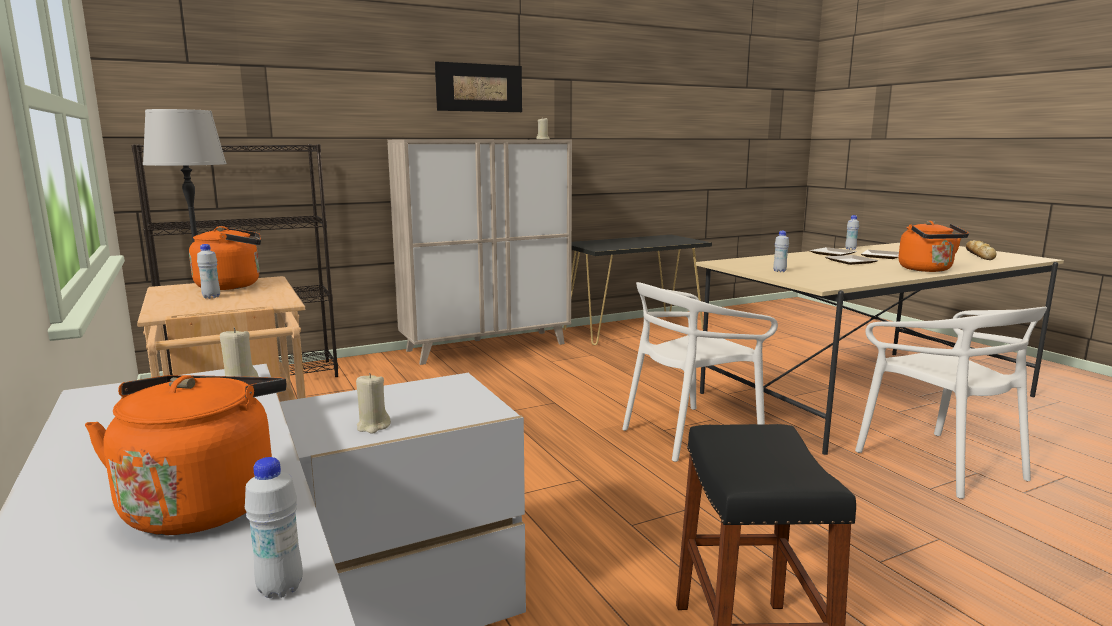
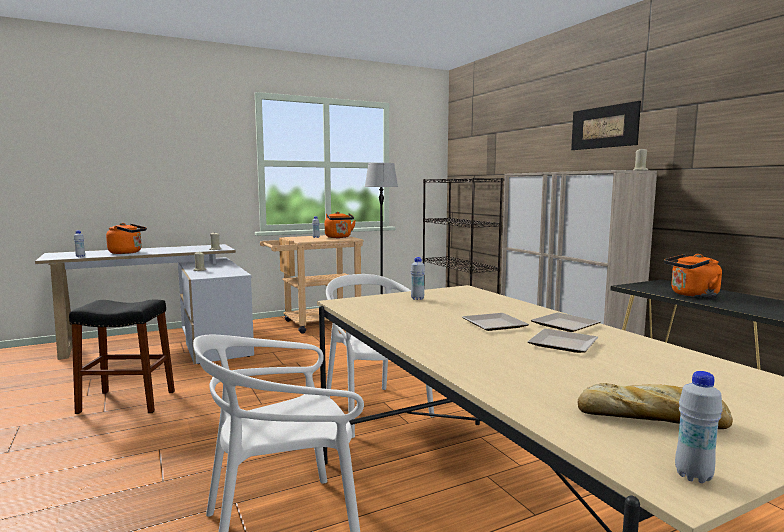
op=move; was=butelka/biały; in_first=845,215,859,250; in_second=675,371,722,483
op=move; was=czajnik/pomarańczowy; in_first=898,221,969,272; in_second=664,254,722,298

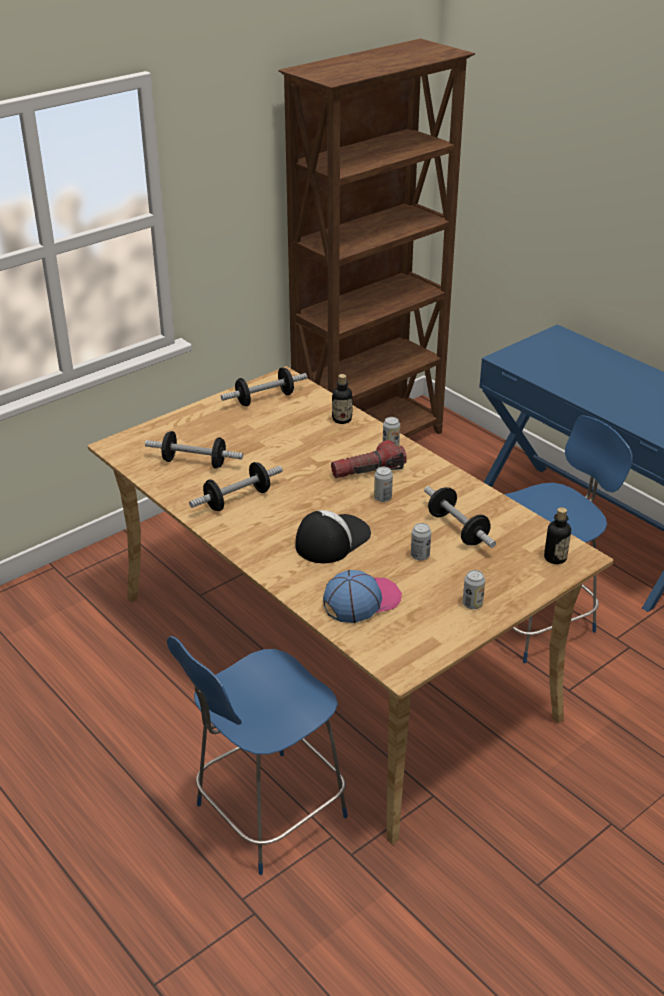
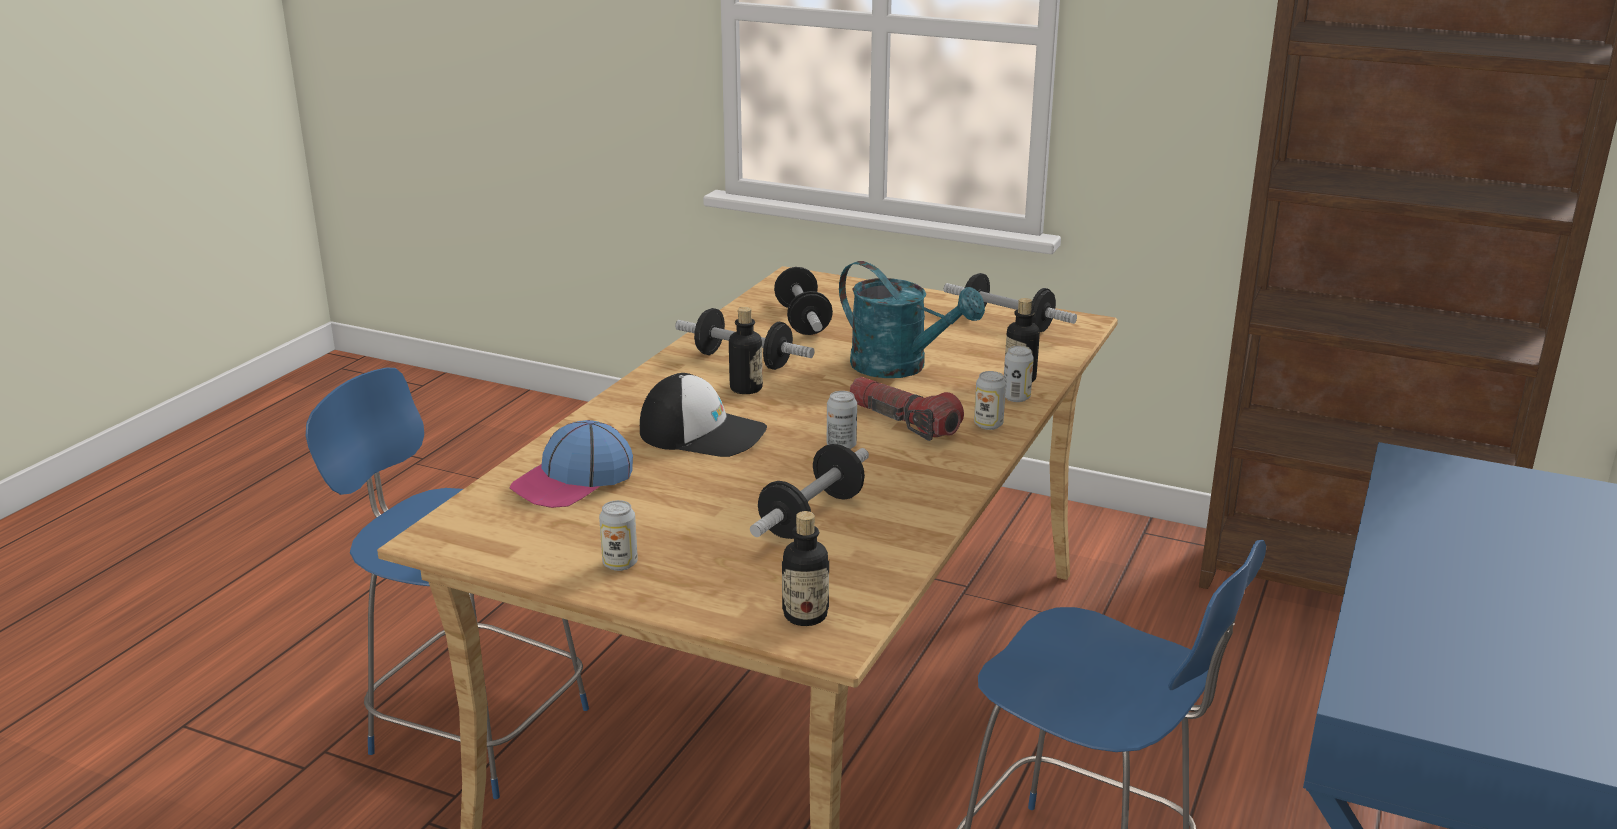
op=insert; now=butelka; in_second=729,307,763,394
op=insert; now=konewka/turkusowy; in_second=839,261,985,378
op=move; was=puszka; in_first=411,523,431,561; in_second=1004,346,1034,402
op=rotate; was=czapka z daszkiem; in_first=323,570,402,623; in_second=509,420,633,508; clockwise=105

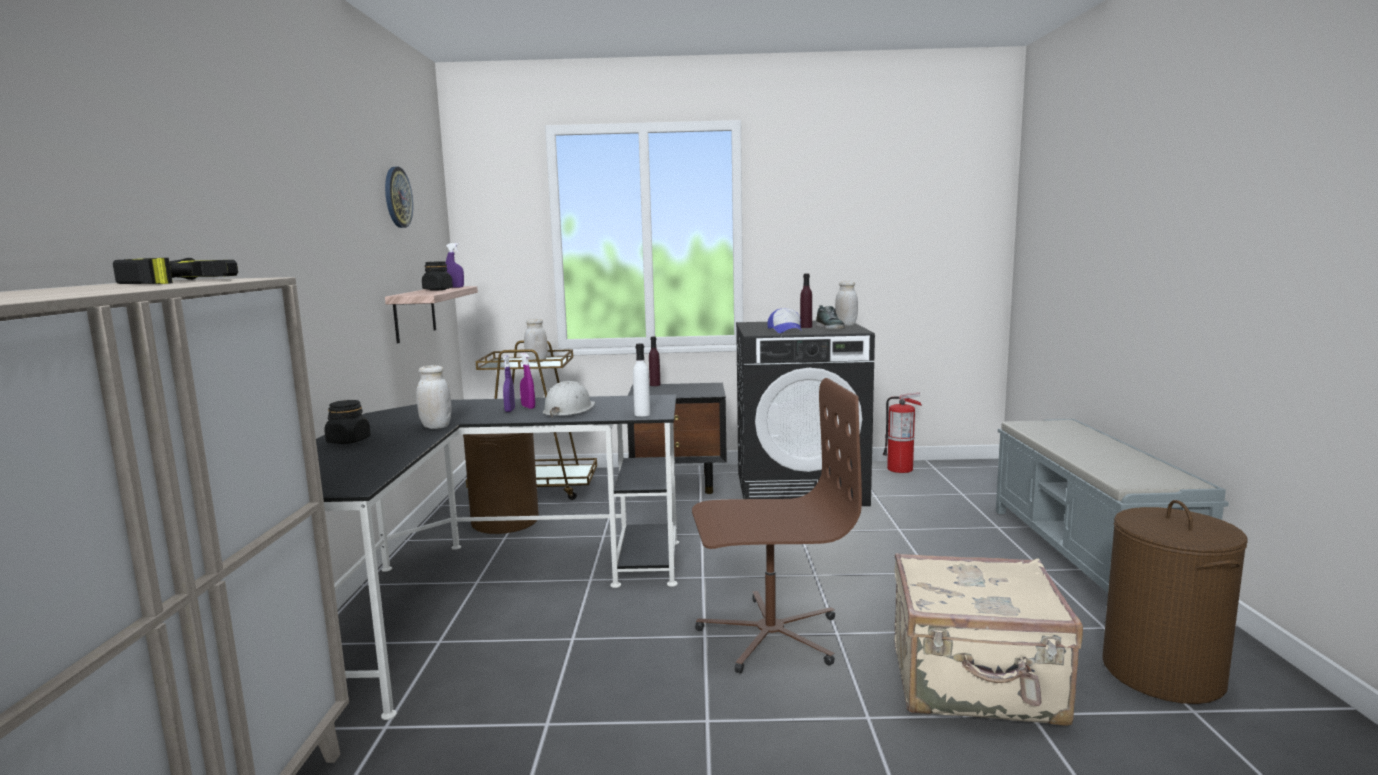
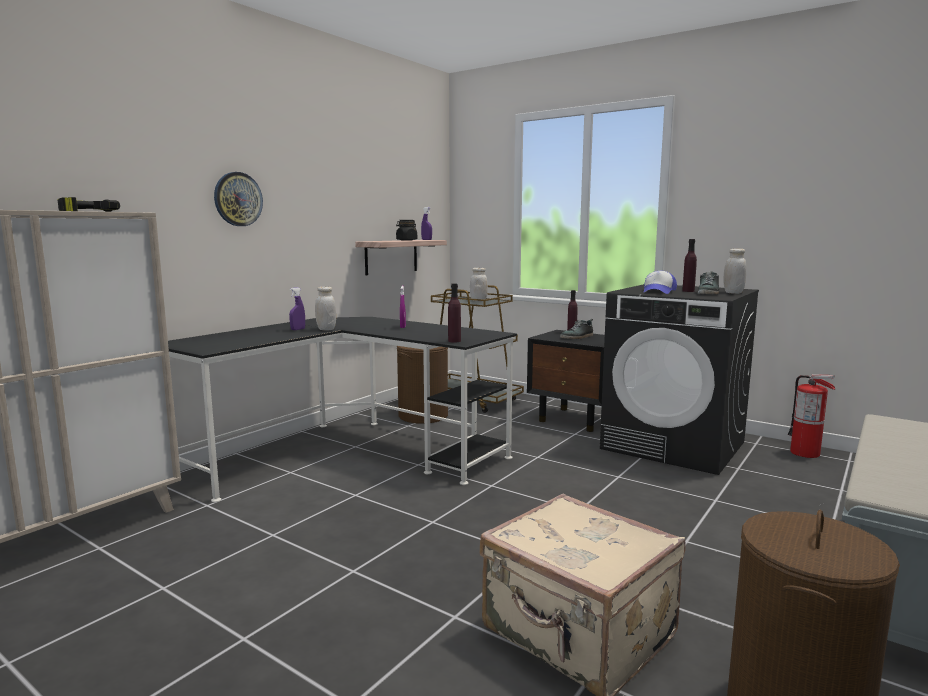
op=delete; was=słoik/czarny; in_first=324,400,371,444
op=delete; was=kask/biały; in_first=543,381,596,418
op=delete; was=krzesło biurowe/brązowy; in_first=692,378,862,674
op=insert; now=but; in_second=560,319,593,339
op=move; was=zegar ścienny; in_first=385,167,413,228; in_second=214,172,263,226
op=move; was=spryskiwacz/fioletowy; in_first=503,355,515,412; in_second=289,287,305,330
op=recolor; was=butelka/biały; now=butelka/fioletowy; in_first=633,343,650,416; in_second=448,283,461,343

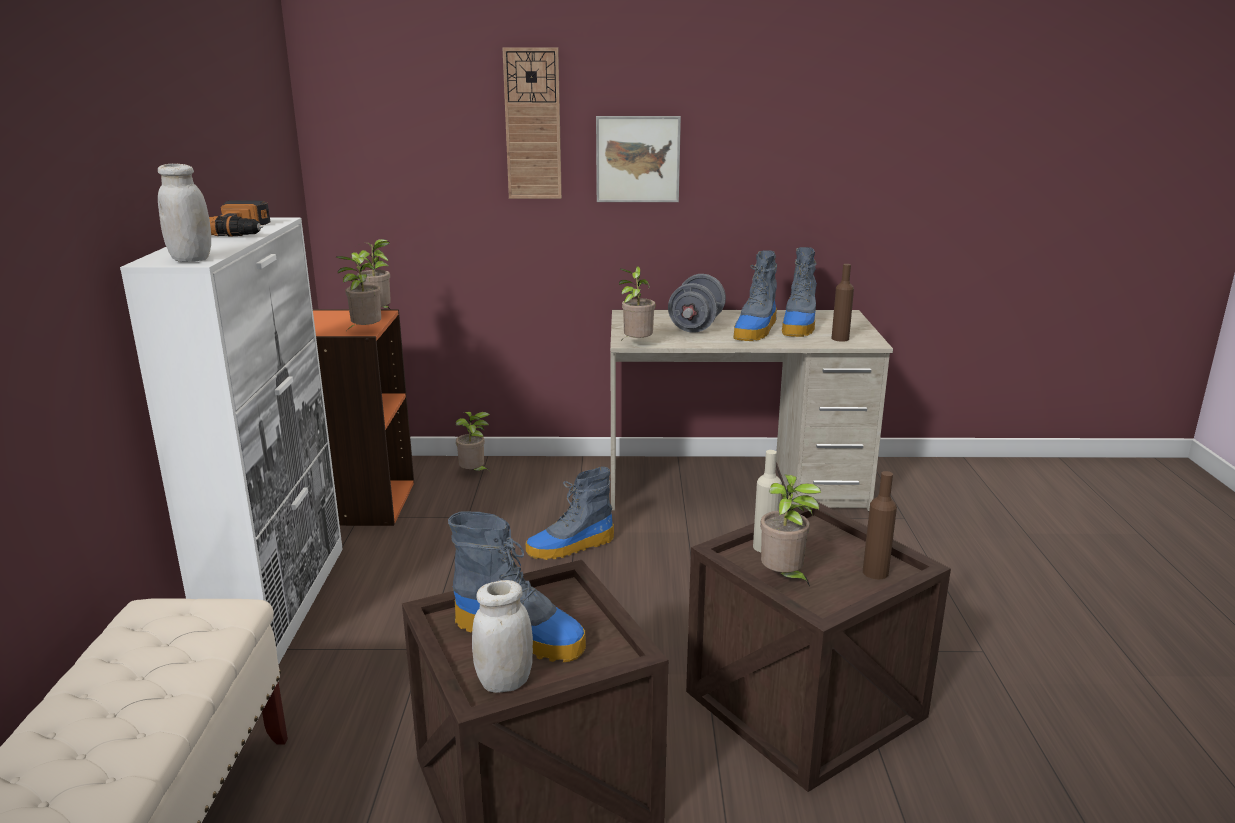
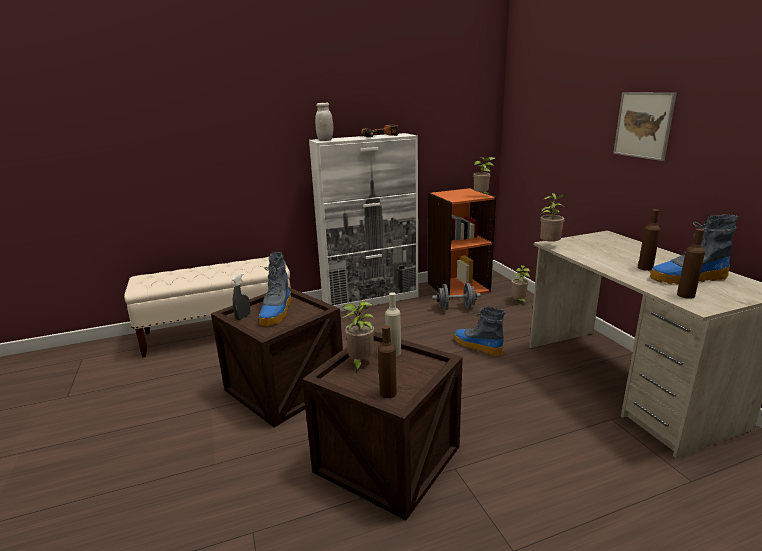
op=delete; was=roślina doniczkowa; in_first=335,252,381,329
op=delete; was=zegar ścienny; in_first=502,47,562,199
op=move; was=hantel/szary; in_first=668,274,726,333; in_second=432,283,481,310
op=replace; was=słoik/biały; now=spryskiwacz/szary; in_first=472,580,533,693; in_second=232,273,250,320
op=replace; was=but z cholewką; now=butelka/brązowy; in_first=733,250,777,341; in_second=638,209,661,271

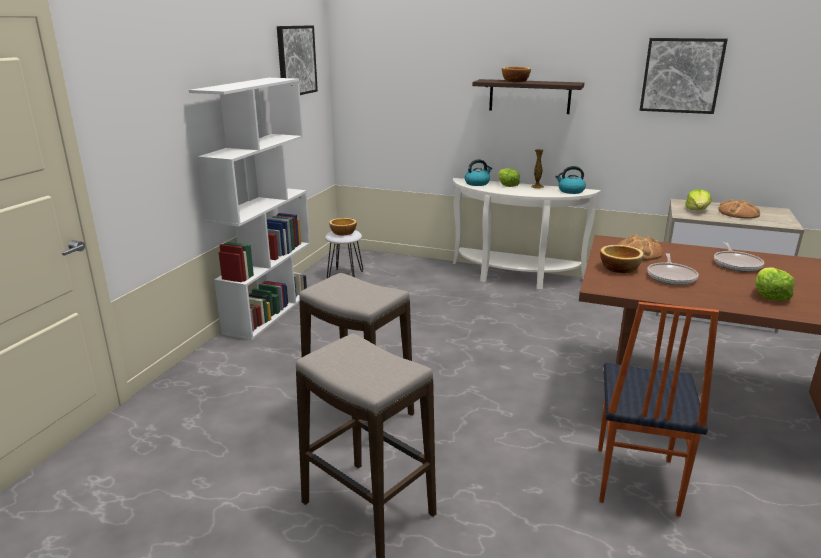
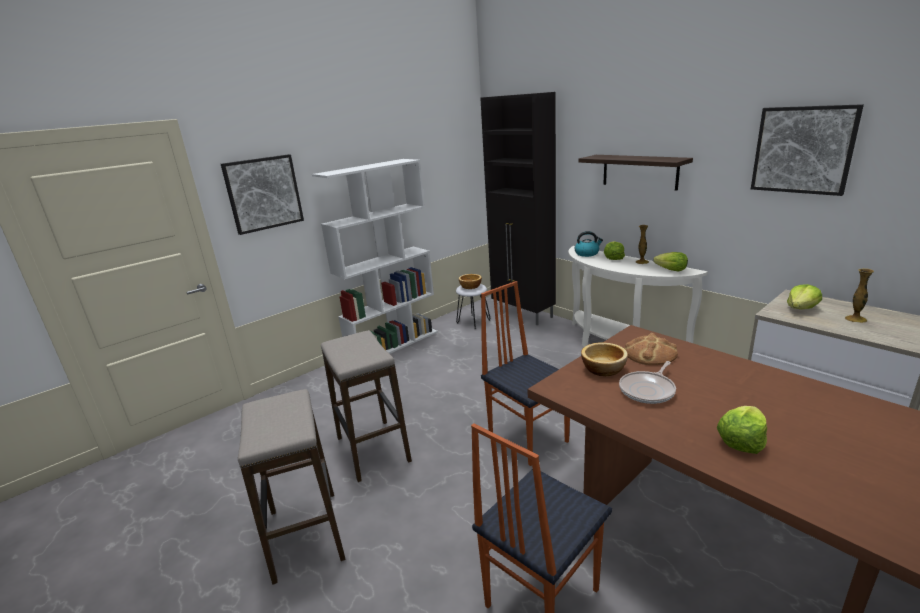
op=delete; was=miska; in_first=502,67,531,82
op=delete; was=patelnia; in_first=714,242,764,272
op=insert; now=szafka/czarny; in_second=480,92,556,325
op=insert; now=krzesło; in_second=481,281,570,466
op=move; was=obraz; in_first=277,25,318,95; in_second=221,154,304,235
op=replace; was=czajnik; now=sałata; in_first=555,166,586,194; in_second=653,252,688,272
op=replace; was=chleb; now=wazon; in_first=718,199,760,219; in_second=845,268,874,323

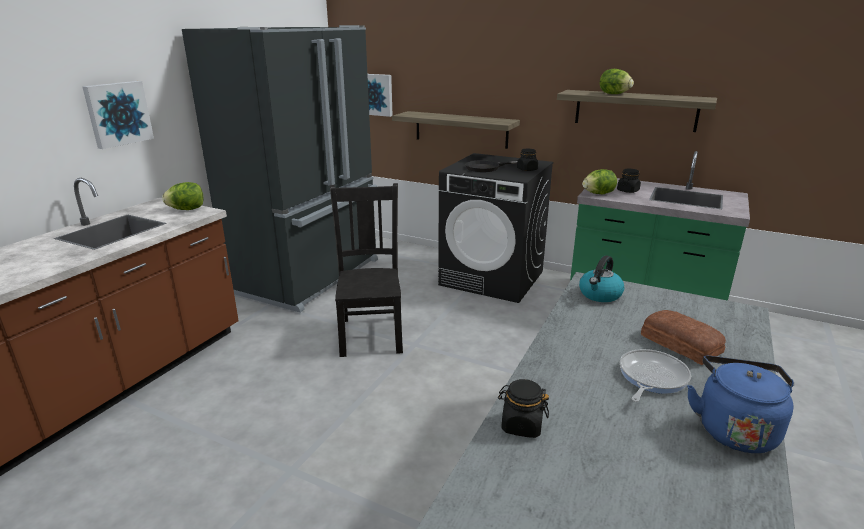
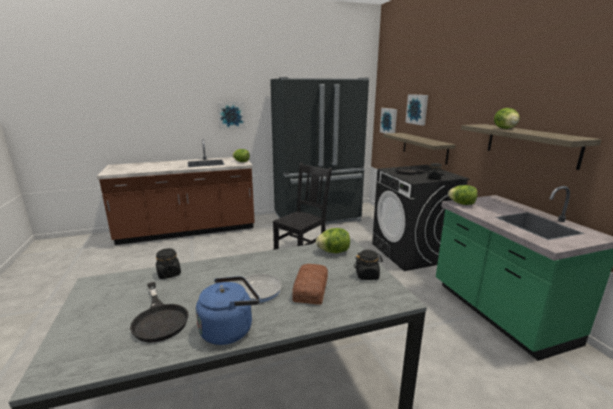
op=insert; now=patelnia/czarny; in_second=130,282,189,342
op=insert; now=obraz; in_second=405,94,428,125
op=move; was=słoik/czarny; in_first=617,169,641,193; in_second=354,250,383,280
op=replace; was=czajnik; now=sałata; in_first=579,255,624,302; in_second=316,228,350,253

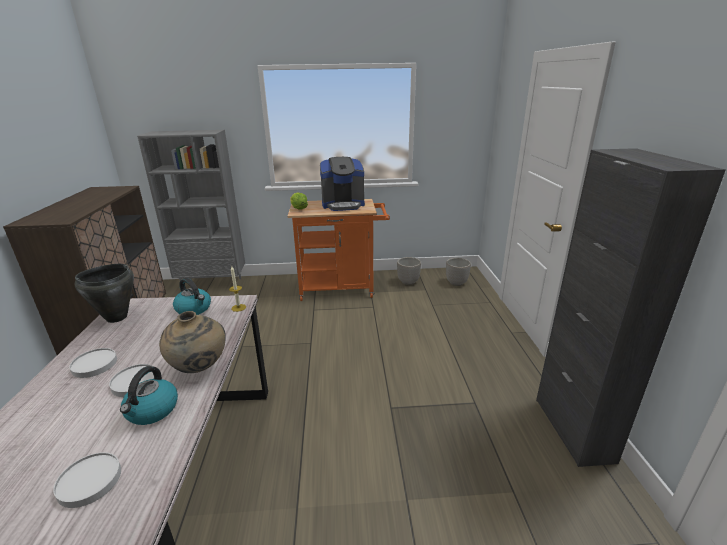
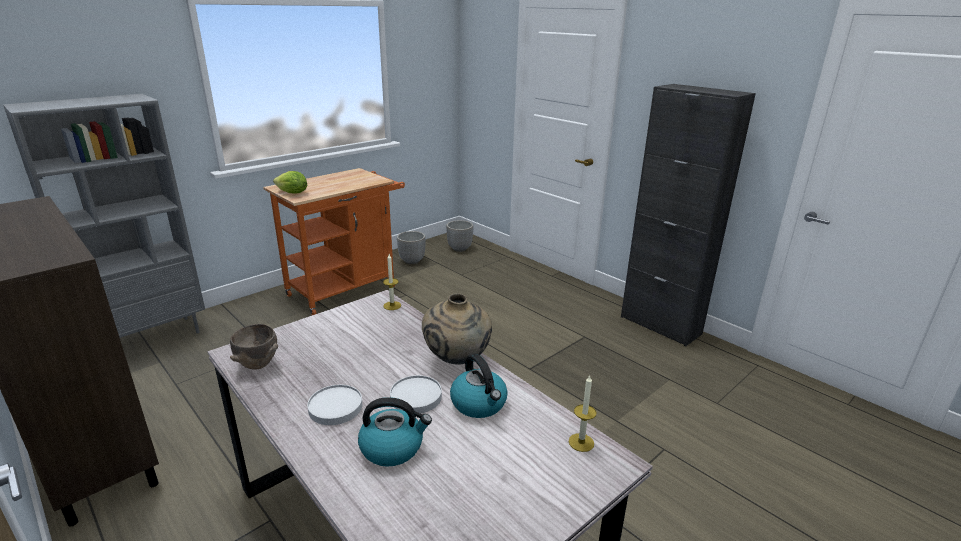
op=delete; was=talerz/biały; in_first=53,452,121,508
op=delete; was=ekspres do kawy; in_first=320,157,365,211
op=insert; now=świeca; in_second=569,375,597,452
op=move; was=czajnik; in_first=173,278,211,315; in_second=358,397,432,467
op=replace; was=garnek/czarny; now=miska/brązowy; in_first=75,264,134,323; in_second=230,324,278,370

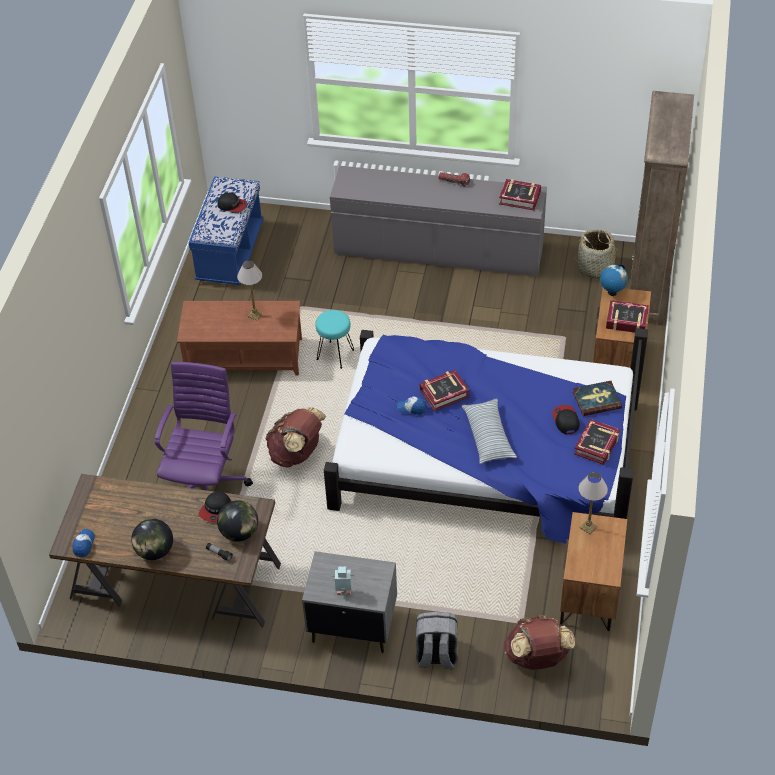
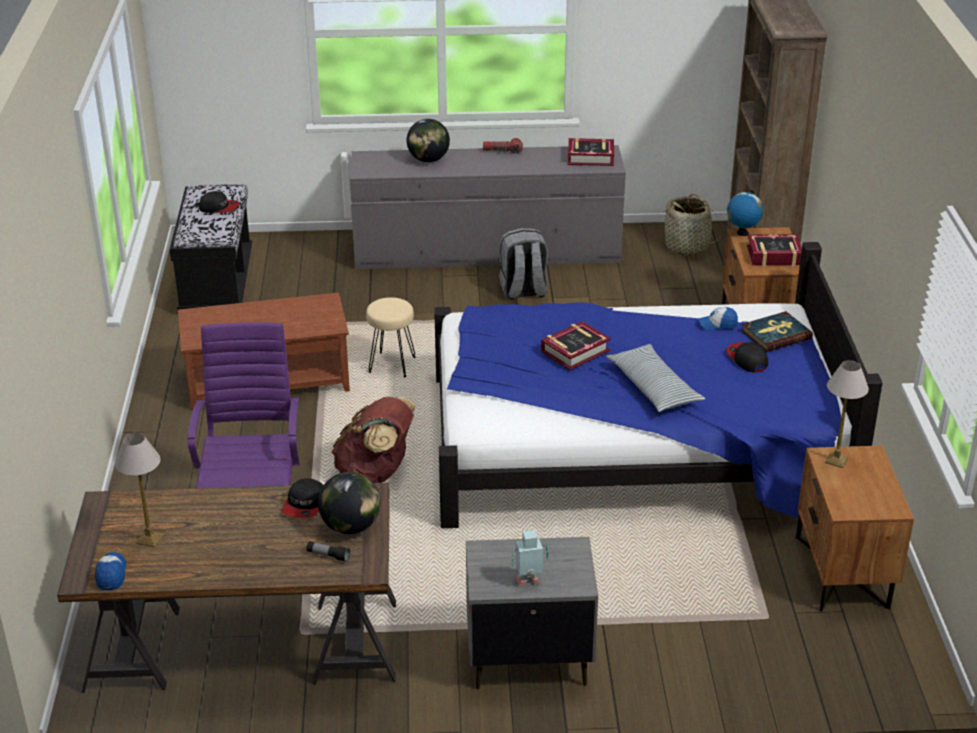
op=delete; was=plecak/brązowy; in_first=503,615,575,670
op=delete; was=książka; in_first=574,419,620,465
op=move; was=globus; in_first=131,519,173,560; in_second=407,119,450,162
op=move; was=lampa stołowa; in_first=237,261,263,320; in_second=115,433,164,547
op=move; was=czapka z daszkiem; in_first=397,396,427,415; in_second=699,307,738,331
op=move; was=plecak/szary; in_first=416,612,458,669; in_second=499,228,548,300
op=recolor; was=ławka/niebieski; now=ławka/czarny; in_first=188,176,264,285; in_second=170,184,252,309
op=recolor; was=stołek/turkusowy; now=stołek/beżowy; in_first=315,310,354,369; in_second=366,297,415,377

